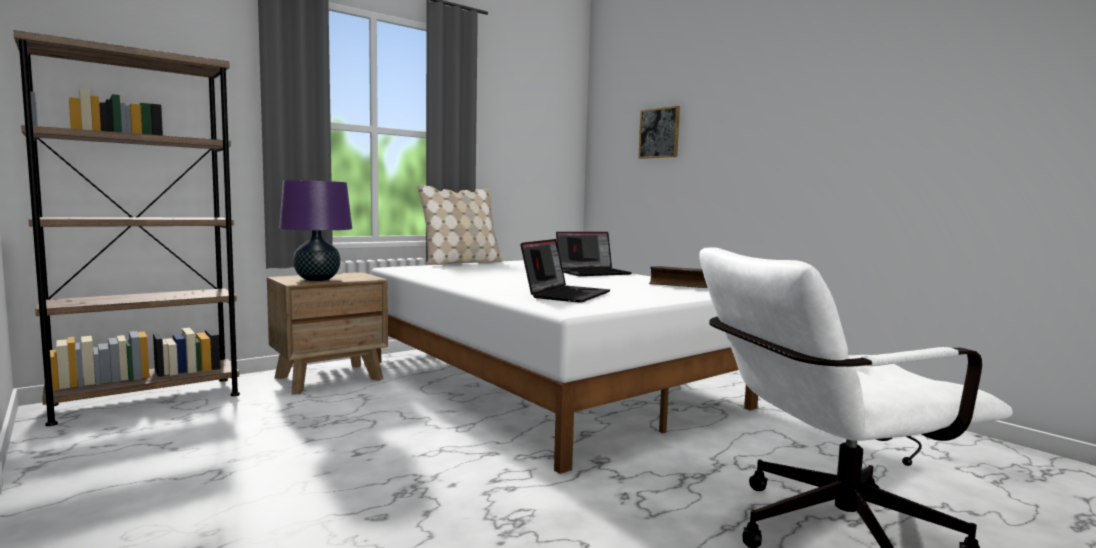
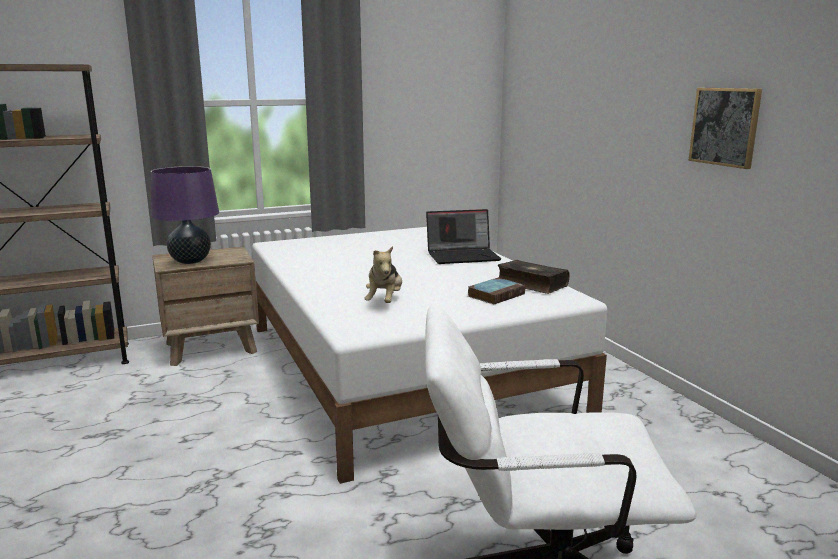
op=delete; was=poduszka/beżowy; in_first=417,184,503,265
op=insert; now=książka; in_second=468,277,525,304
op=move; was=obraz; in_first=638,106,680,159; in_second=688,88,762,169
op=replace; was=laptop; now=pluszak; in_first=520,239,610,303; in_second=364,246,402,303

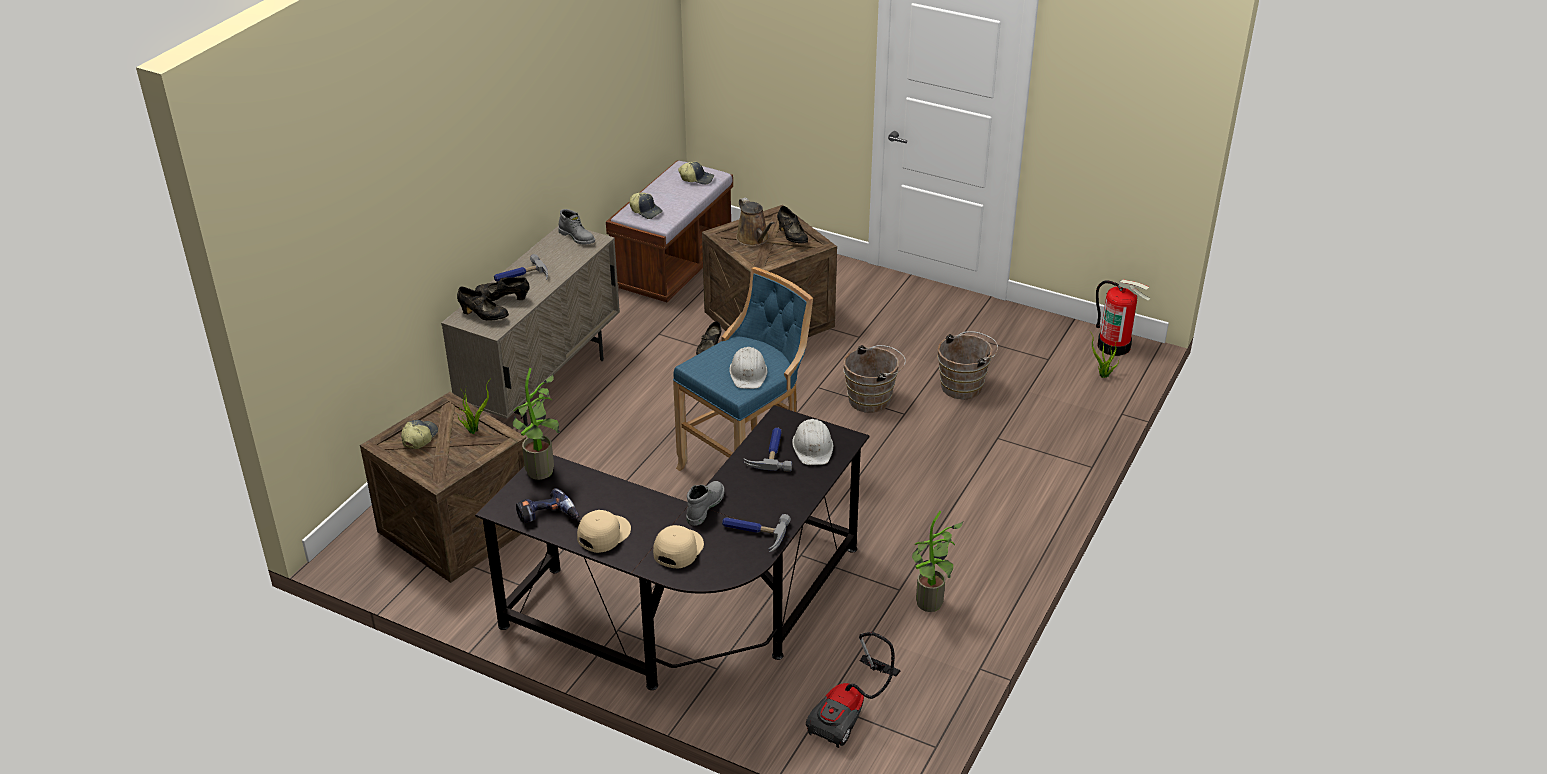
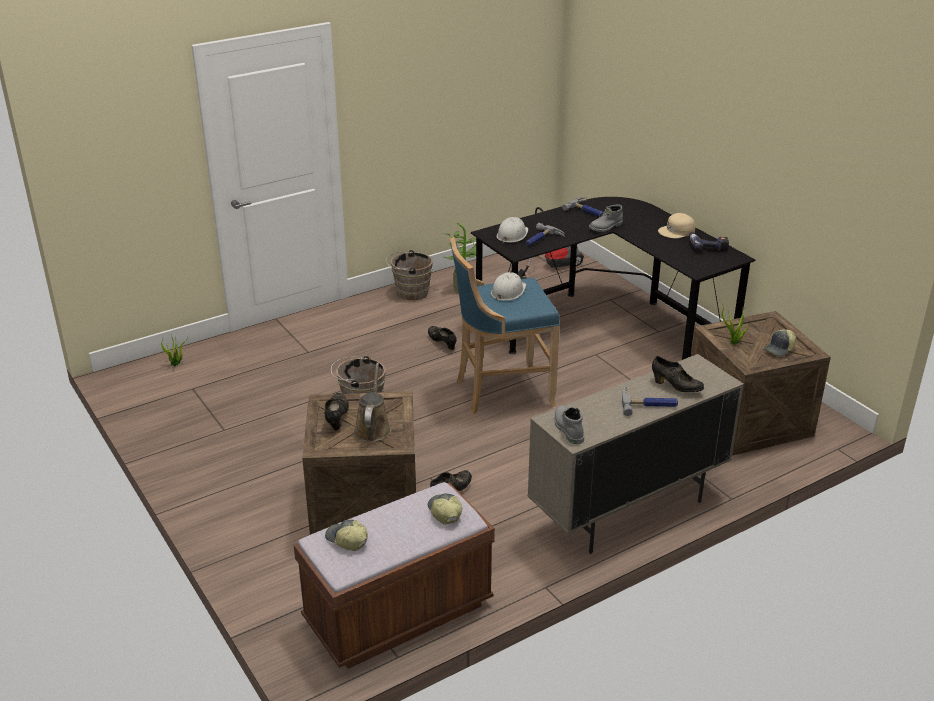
op=delete; was=roślina doniczkowa; in_first=513,368,560,480
op=delete; was=czapka z daszkiem/beżowy; in_first=653,525,704,569
op=delete; was=gaśnica; in_first=1096,279,1151,356
op=move; was=but/czarny; in_first=457,286,509,321; in_second=428,326,457,350
op=move; was=wiadro/brązowy; in_first=938,331,998,400; in_second=385,250,433,301

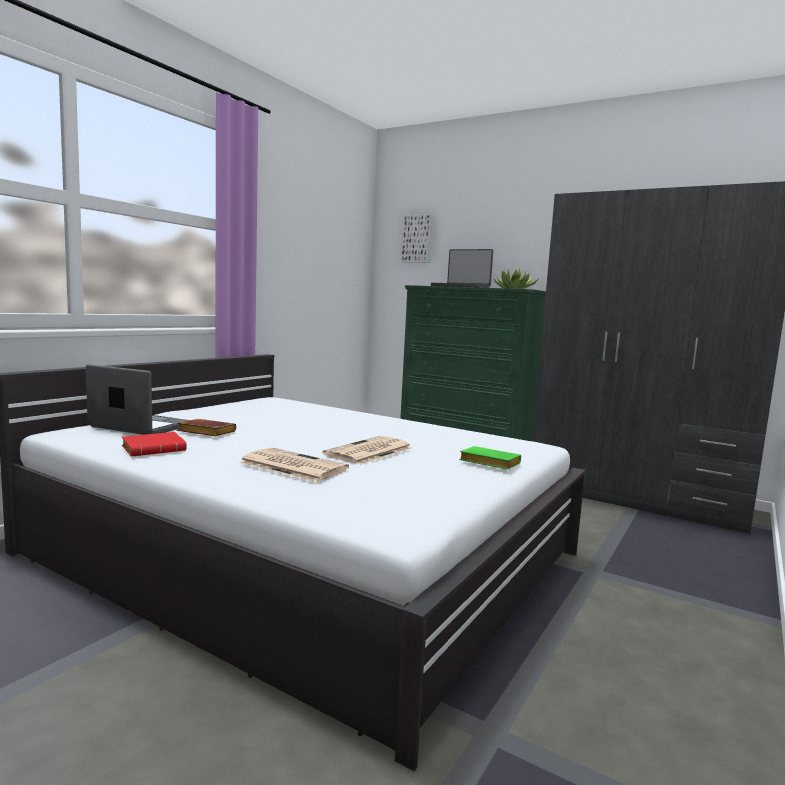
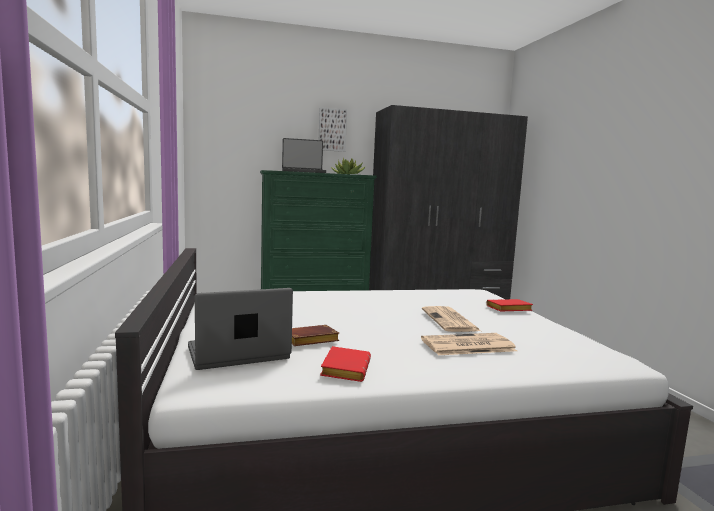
op=move; was=obraz; in_first=401,214,433,263; in_second=319,107,347,152
op=recolor; was=książka/zielony; now=książka/czerwony; in_first=459,446,521,470; in_second=486,299,533,312

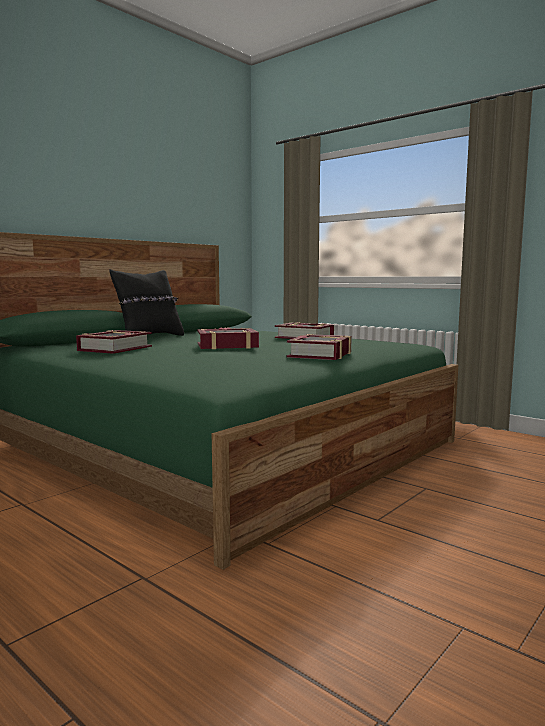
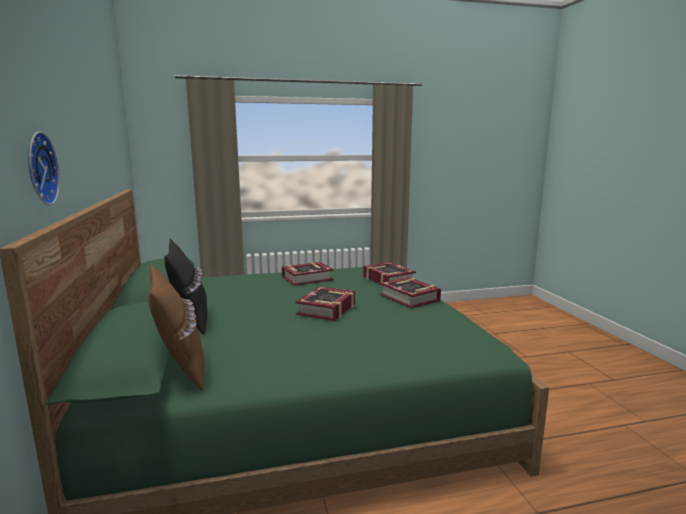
op=insert; now=zegar ścienny; in_second=28,131,60,205
op=insert; now=poduszka/brązowy; in_second=148,264,204,391
op=move; was=książka; in_first=76,330,152,354; in_second=363,262,416,287

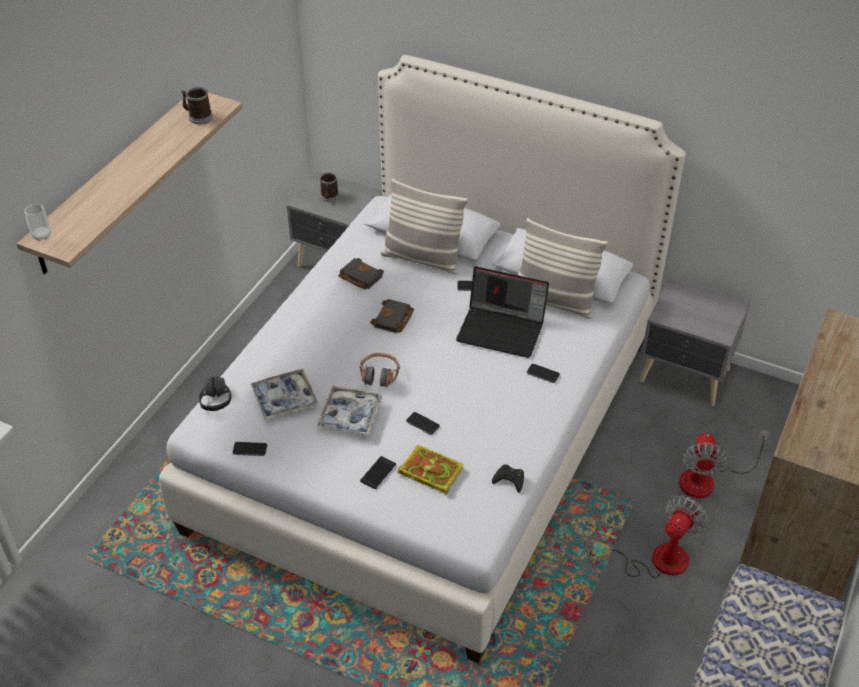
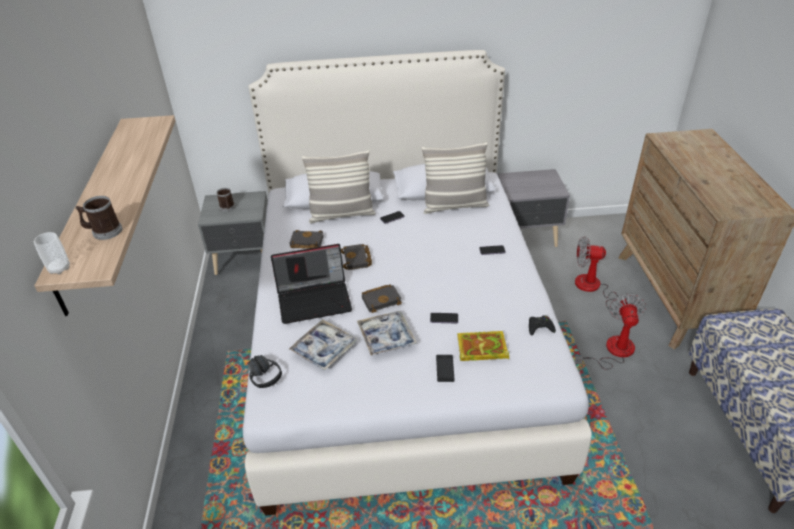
op=delete; was=telefon; in_first=233,442,267,456
op=move; was=kubek; in_first=182,87,213,124; in_second=76,196,122,240
op=move; was=laptop; in_first=456,267,549,358; in_second=271,244,352,324
op=replace; was=słuchawki; now=książka/czarny; in_first=360,353,400,388; in_second=362,284,402,313
op=rotate; was=wentylator; in_first=679,430,770,498; in_second=575,236,637,315; clockwise=120

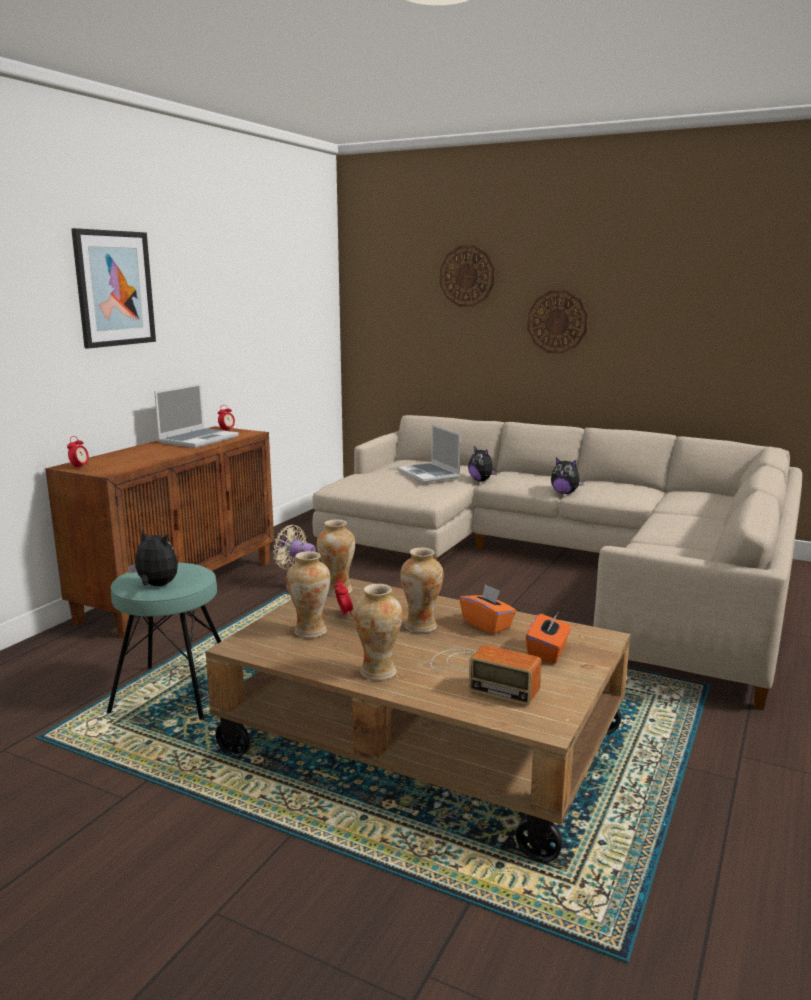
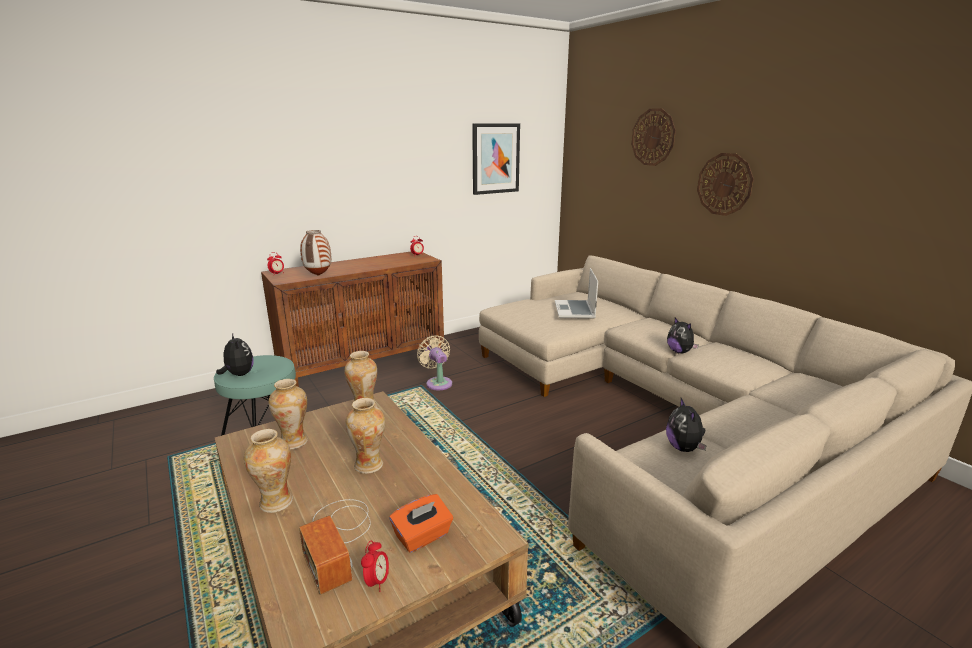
op=delete; was=laptop; in_first=154,383,239,448
op=delete; was=pudełko chusteczek/pomarańczowy; in_first=460,584,516,634
op=insert; now=wazon; in_second=300,230,332,276
op=move; was=obraz; in_first=71,228,156,349; in_second=472,123,520,195
op=move; was=budzik; in_first=333,578,353,617; in_second=361,540,389,592
op=move; was=pluszak; in_first=468,446,497,481; in_second=666,398,707,452

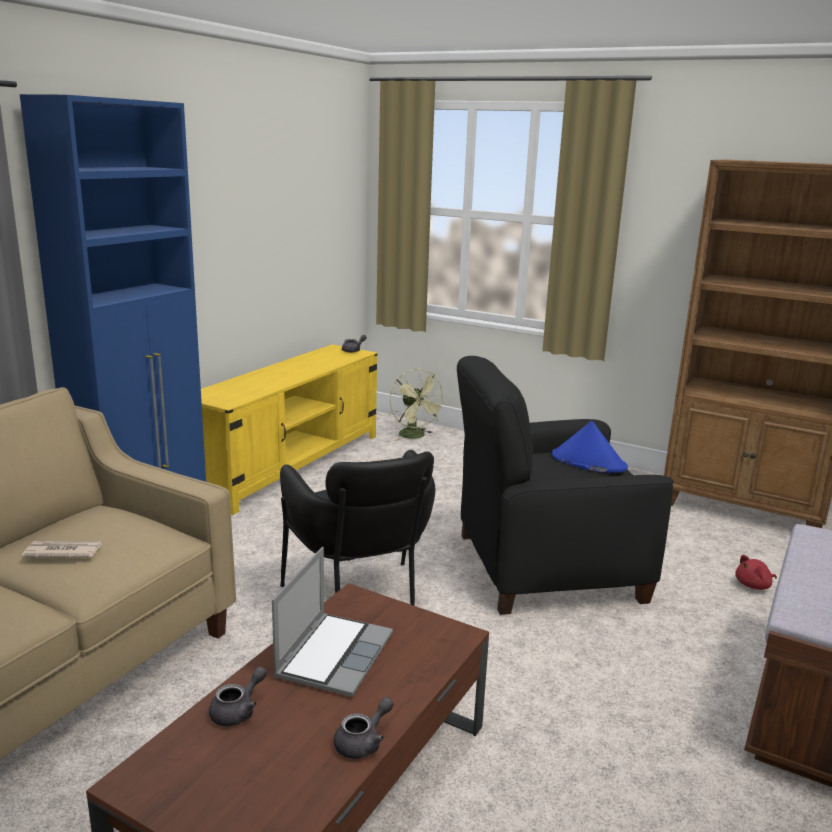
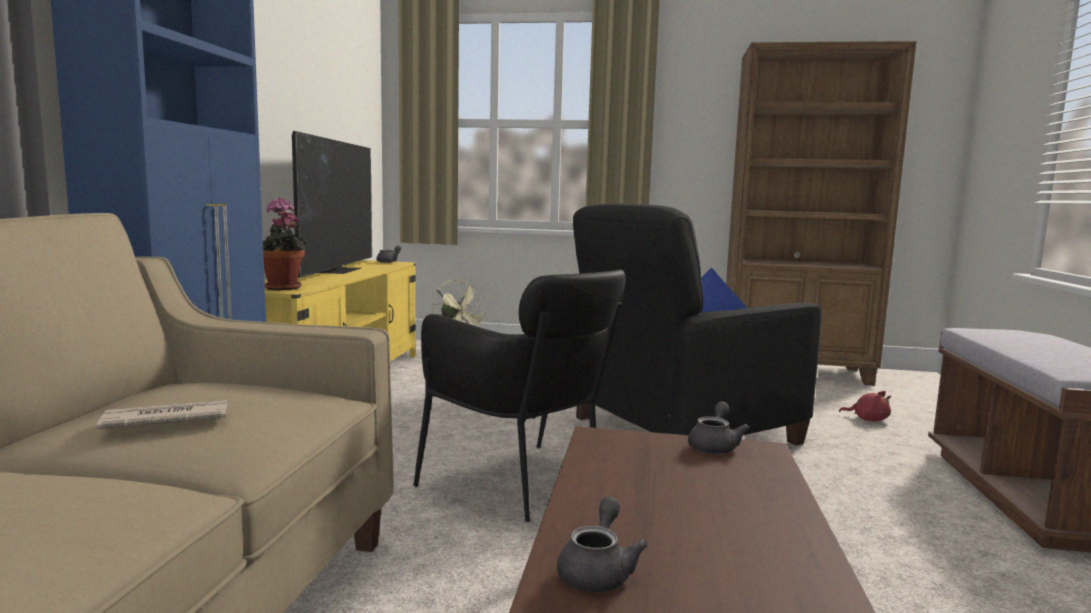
op=delete; was=laptop; in_first=272,547,393,697
op=insert; now=roślina doniczkowa; in_second=263,198,307,290
op=insert; now=telewizor; in_second=292,131,372,278
op=move; was=imbryk/szary; in_first=334,697,394,759; in_second=688,401,750,454
op=rotate; was=pluszak/czerwony; in_first=735,555,777,590; in_second=839,391,891,421; clockwise=-105

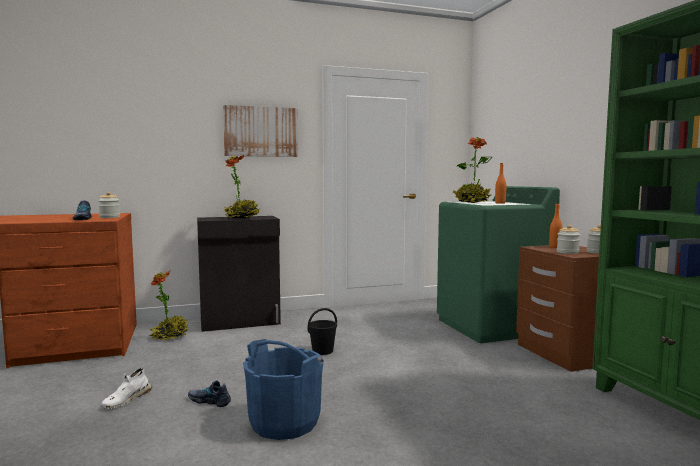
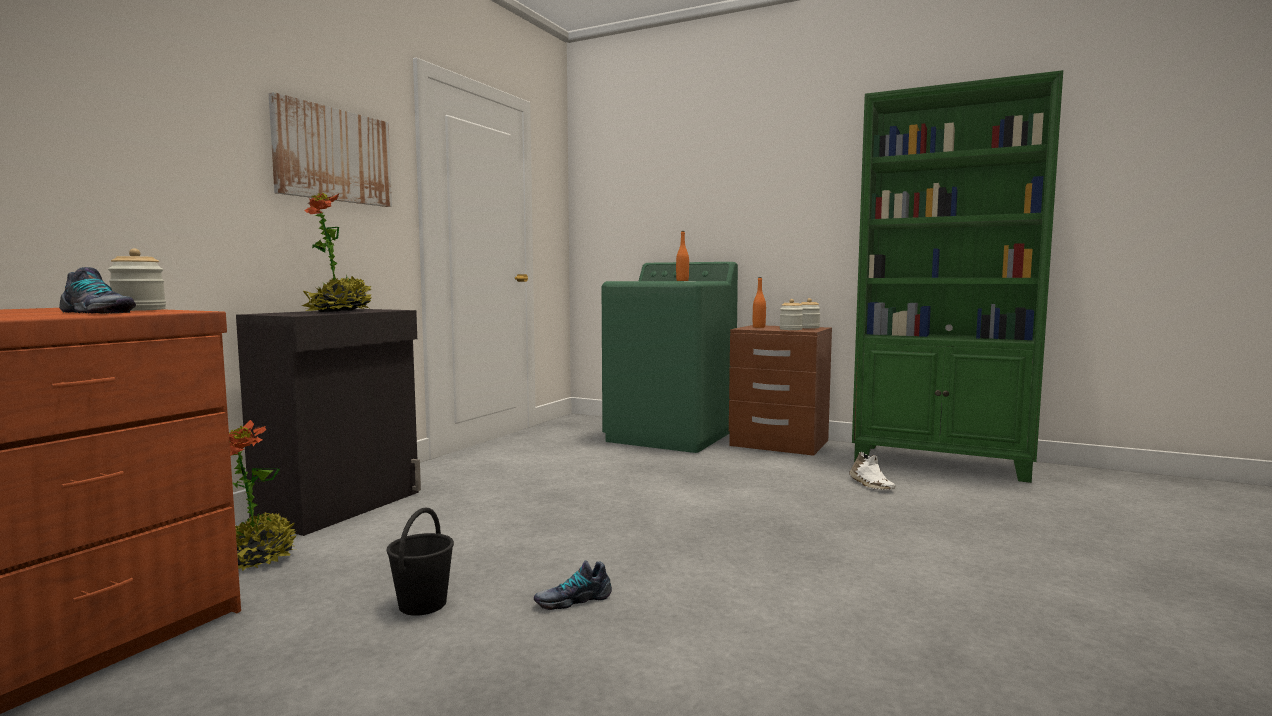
op=delete; was=wiadro/niebieski; in_first=243,339,323,440
op=delete; was=roślina doniczkowa; in_first=453,137,492,203
op=move; was=but/biały; in_first=102,368,152,409; in_second=849,452,895,490
op=move; was=wiadro/czarny; in_first=308,308,337,355; in_second=386,507,454,616

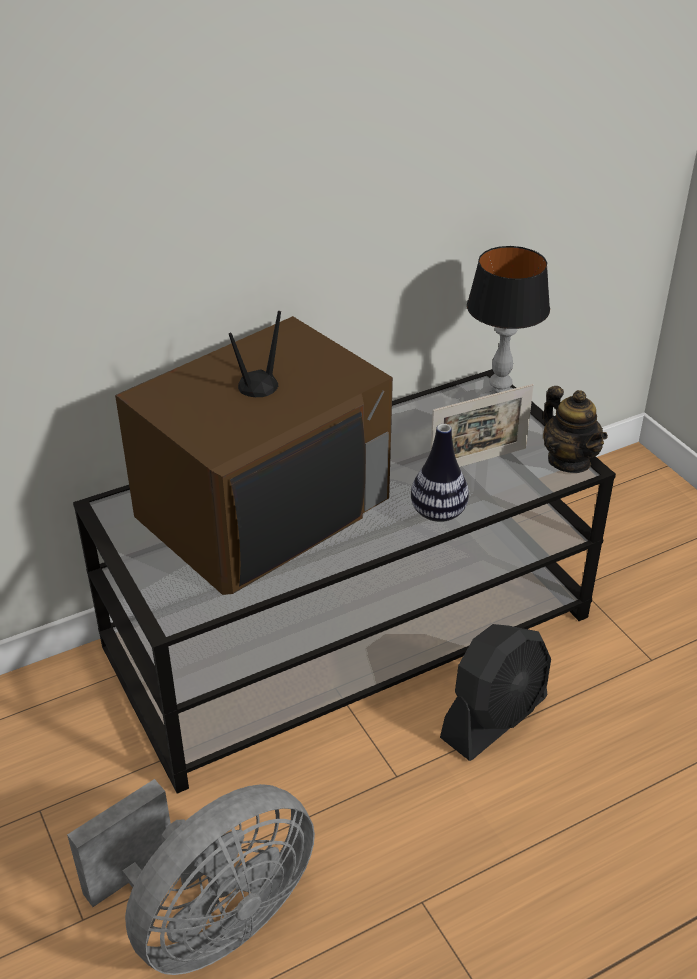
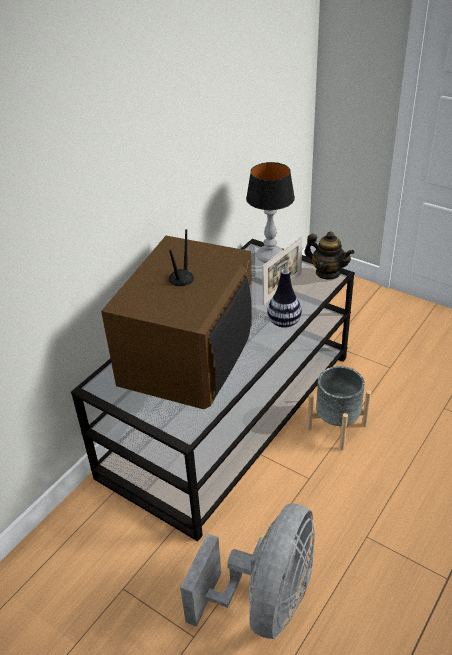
op=replace; was=wentylator/czarny; now=donica/szary; in_first=440,624,551,761; in_second=307,366,371,450

